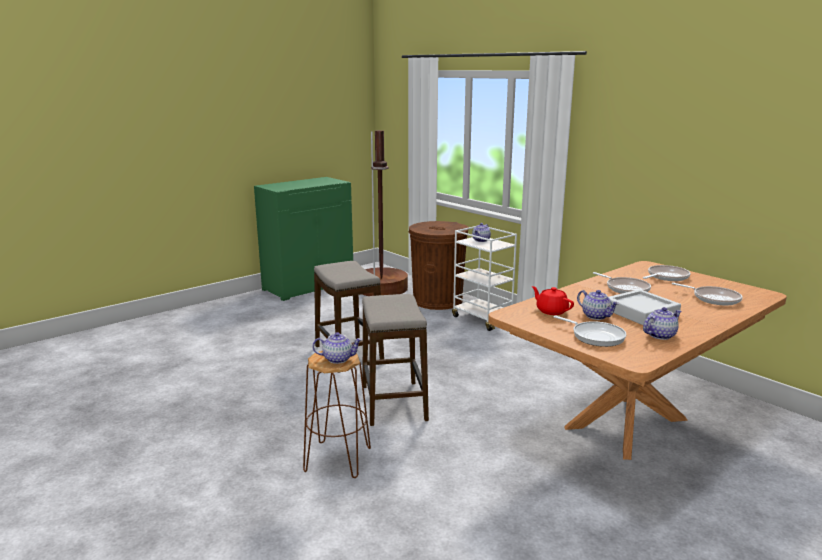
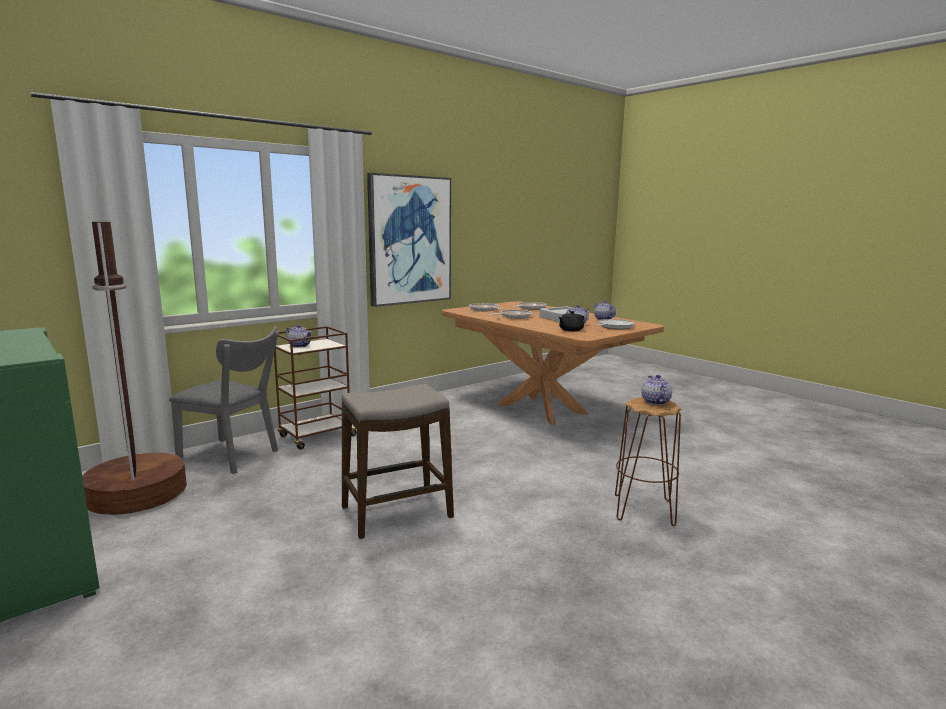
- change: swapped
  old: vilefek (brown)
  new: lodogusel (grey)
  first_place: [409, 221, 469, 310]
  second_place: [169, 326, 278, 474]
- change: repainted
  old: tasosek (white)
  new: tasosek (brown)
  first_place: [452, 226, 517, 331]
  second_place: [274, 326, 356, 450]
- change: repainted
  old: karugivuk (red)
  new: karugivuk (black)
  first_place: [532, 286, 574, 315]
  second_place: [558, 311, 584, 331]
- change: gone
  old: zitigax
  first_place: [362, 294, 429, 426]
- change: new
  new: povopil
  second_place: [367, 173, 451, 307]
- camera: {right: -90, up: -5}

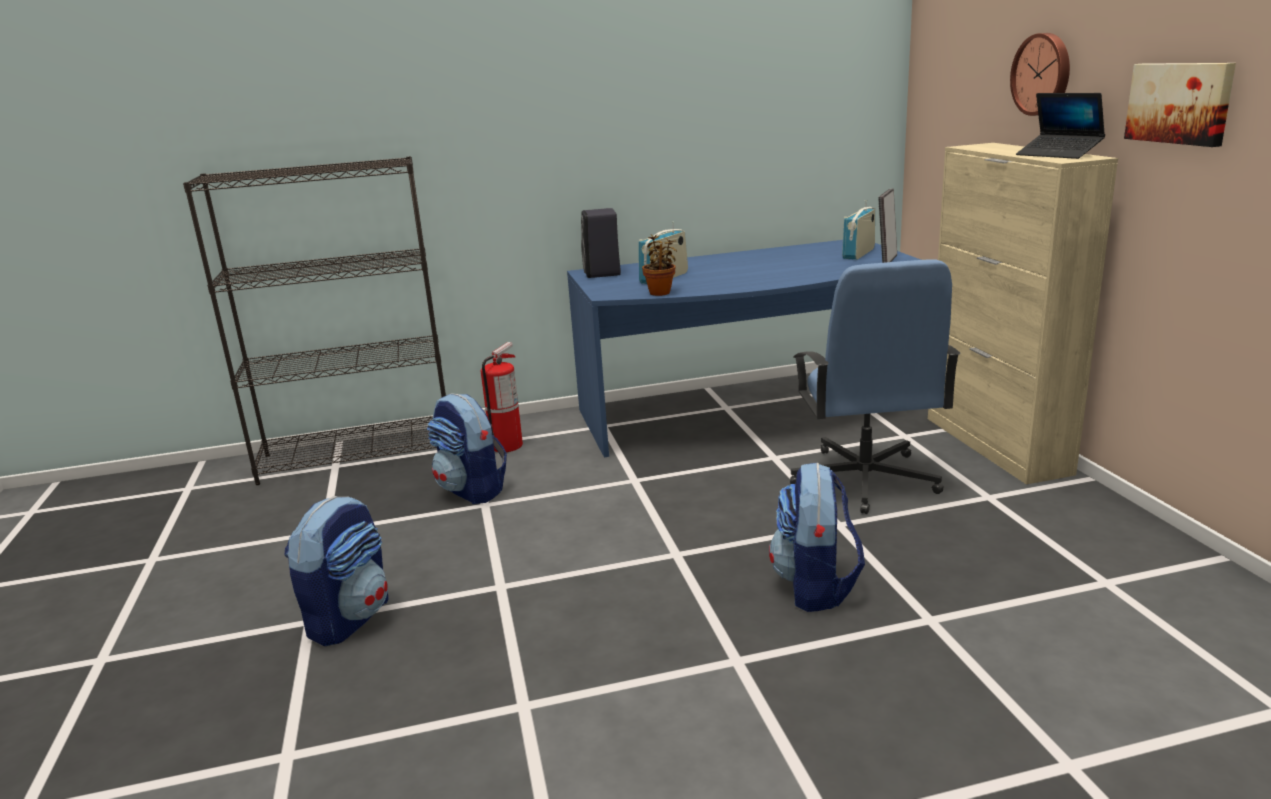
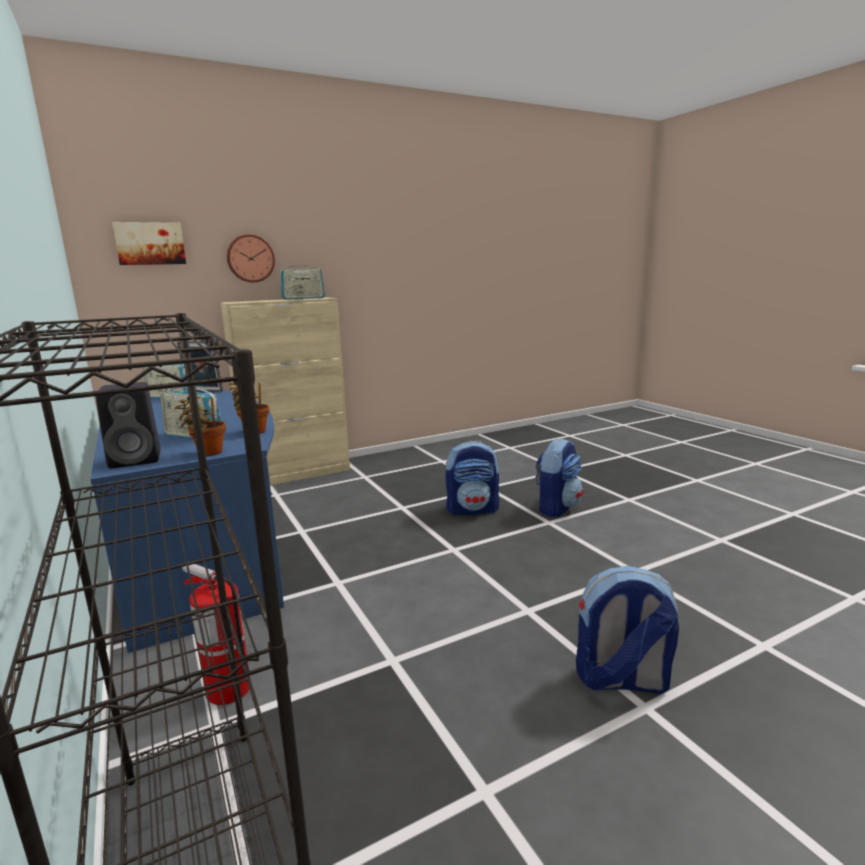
- change: shifted
  old: povopil
  first_place: [1124, 63, 1236, 147]
  second_place: [112, 222, 186, 265]
- change: swapped
  old: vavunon
  new: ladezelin
  first_place: [1016, 93, 1105, 159]
  second_place: [280, 262, 325, 300]
- change: gone
  old: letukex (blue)
  first_place: [790, 259, 960, 514]
- change: shifted
  old: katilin
  first_place: [427, 393, 507, 504]
  second_place: [535, 438, 583, 517]
- change: new
  new: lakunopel
  second_place: [174, 396, 226, 456]
- camera: {right: -105, up: -5}

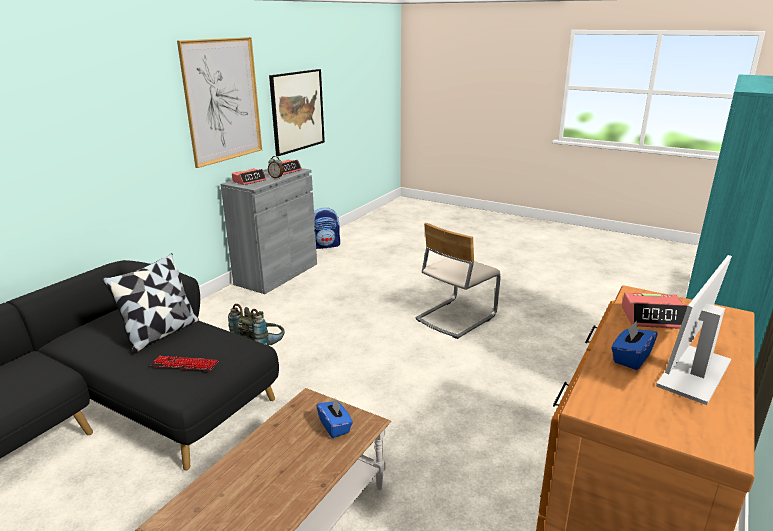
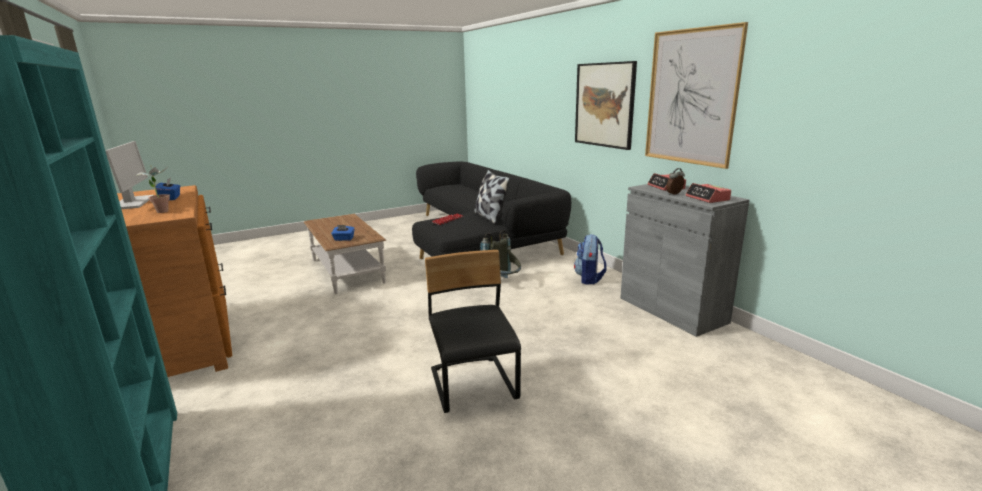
- change: shifted
  old: povopil
  first_place: [269, 69, 325, 156]
  second_place: [575, 61, 637, 150]
- change: shifted
  old: katilin
  first_place: [314, 207, 340, 249]
  second_place: [574, 234, 607, 285]
- change: repainted
  old: lodogusel (beige)
  new: lodogusel (black)
  first_place: [416, 223, 501, 339]
  second_place: [425, 250, 521, 413]
- change: swapped
  old: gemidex
  new: lakunopel
  first_place: [622, 292, 688, 329]
  second_place: [136, 165, 170, 213]
- camera: {right: 120, up: -5}

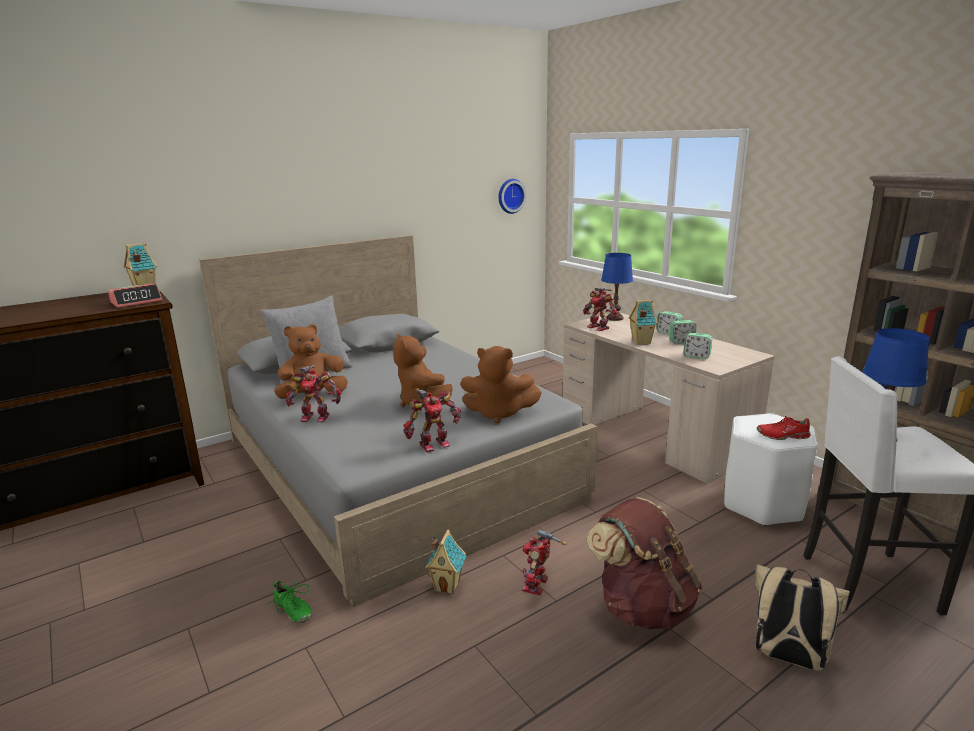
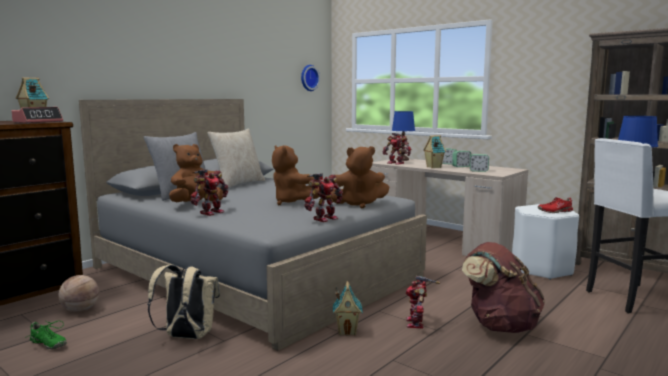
- change: rotated
  old: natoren
  first_place: [286, 365, 342, 422]
  second_place: [190, 169, 228, 216]
  degrees: -45
- change: shifted
  old: katilin (beige)
  first_place: [754, 565, 850, 671]
  second_place: [147, 265, 220, 339]
- change: shifted
  old: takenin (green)
  first_place: [267, 579, 312, 624]
  second_place: [25, 321, 67, 349]
- change: new
  new: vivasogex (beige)
  second_place: [207, 128, 265, 188]
- change: new
  new: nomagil
  second_place: [58, 275, 99, 312]
- camera: {right: -15, up: -10}

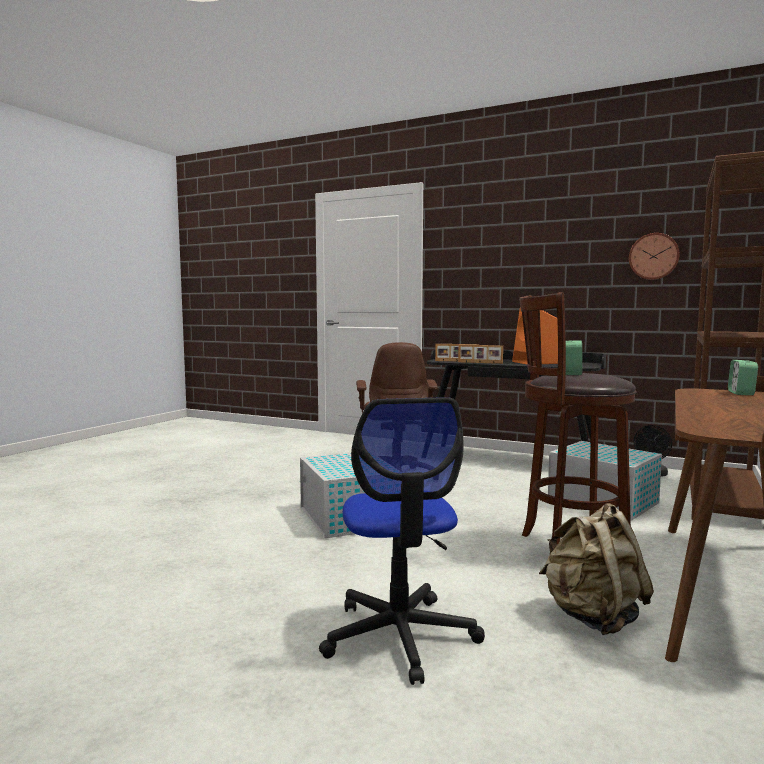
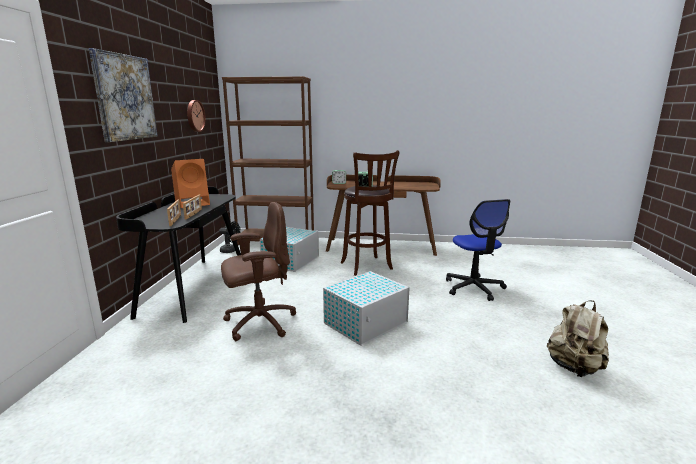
- change: rotated
  old: letukex
  first_place: [319, 397, 485, 685]
  second_place: [446, 199, 510, 301]
  degrees: 105
- change: shifted
  old: katilin (beige)
  first_place: [539, 503, 654, 635]
  second_place: [547, 300, 609, 377]
- change: new
  new: povopil
  second_place: [89, 48, 158, 142]
- camera: {right: -110, up: 10}

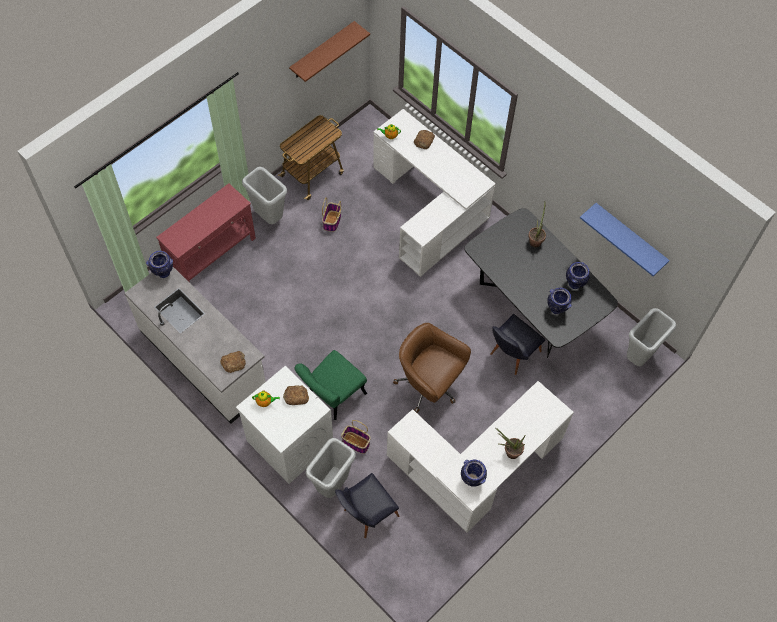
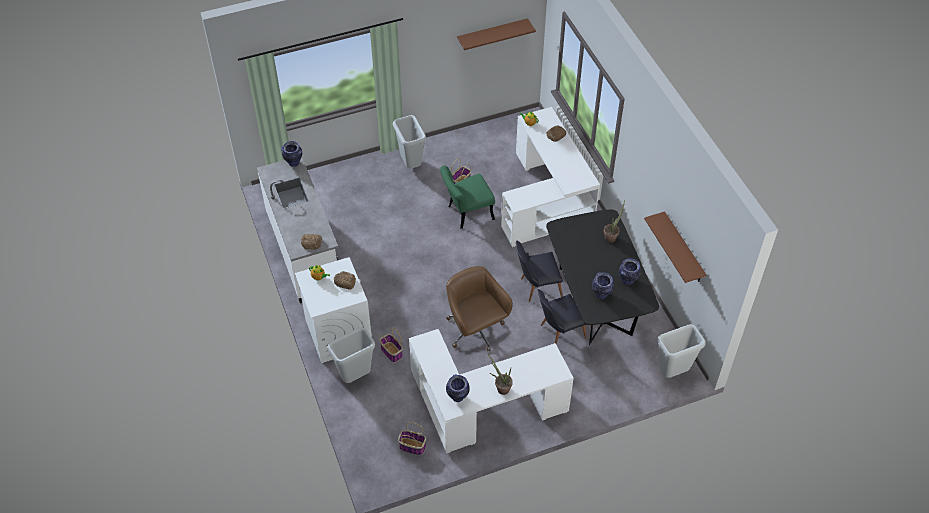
- change: gone
  old: tasosek
  first_place: [278, 115, 344, 200]
- change: gone
  old: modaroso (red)
  first_place: [156, 183, 256, 283]
- change: repainted
  old: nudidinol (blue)
  new: nudidinol (brown)
  first_place: [580, 203, 670, 276]
  second_place: [644, 211, 706, 283]
- change: shifted
  old: lodogusel (green)
  first_place: [295, 350, 367, 420]
  second_place: [440, 165, 495, 229]
- change: shifted
  old: lodogusel (black)
  first_place: [335, 473, 399, 538]
  second_place: [516, 241, 563, 302]
- change: new
  new: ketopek
  second_place: [398, 422, 426, 455]
- camera: {right: 25, up: -10}

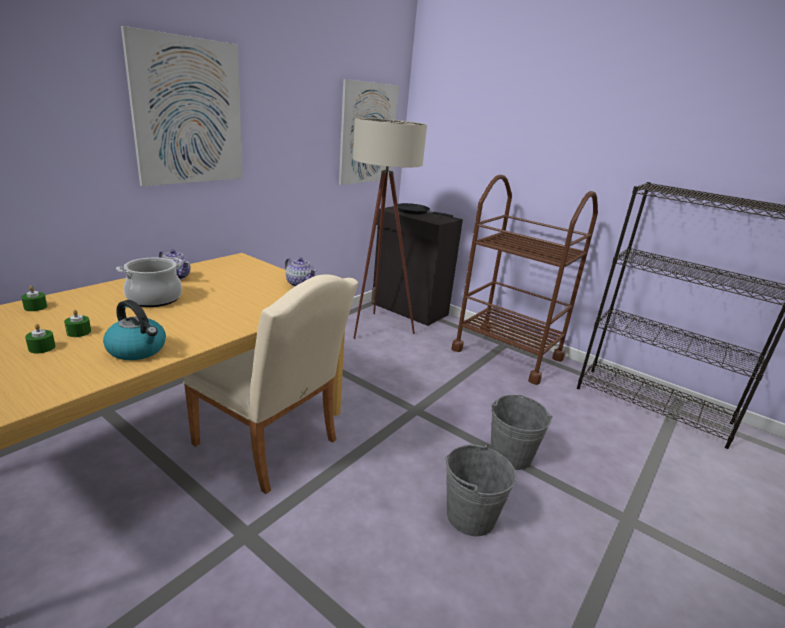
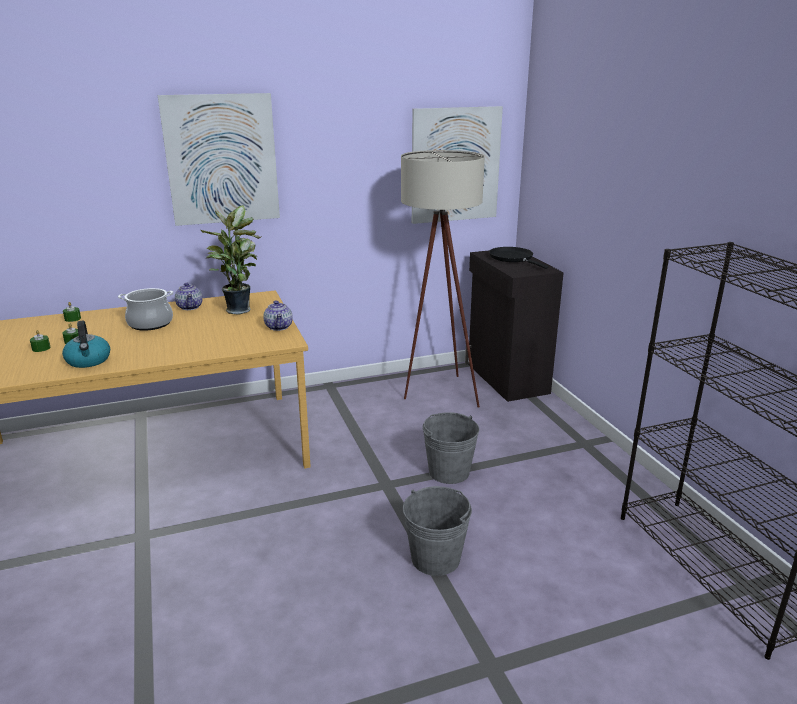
- change: gone
  old: tasosek (brown)
  first_place: [451, 175, 598, 385]
- change: gone
  old: lodogusel (beige)
  first_place: [183, 274, 358, 494]
- change: shifted
  old: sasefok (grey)
  first_place: [445, 444, 516, 536]
  second_place: [422, 412, 480, 484]
- change: new
  new: lakunopel
  second_place: [201, 205, 262, 315]
- camera: {right: 35, up: 0}

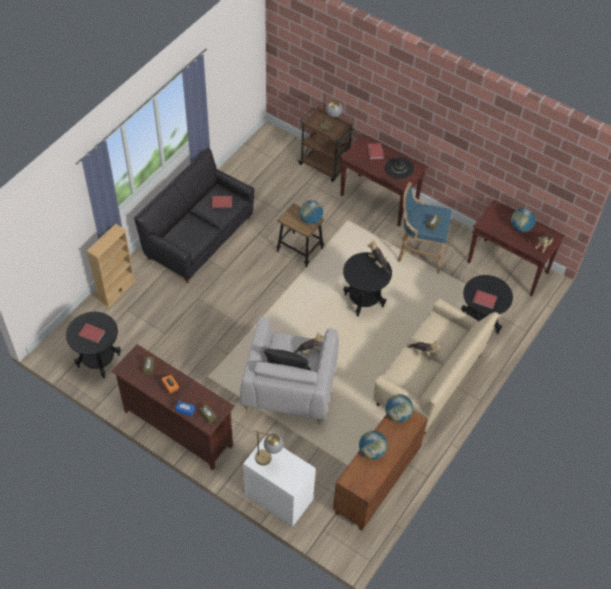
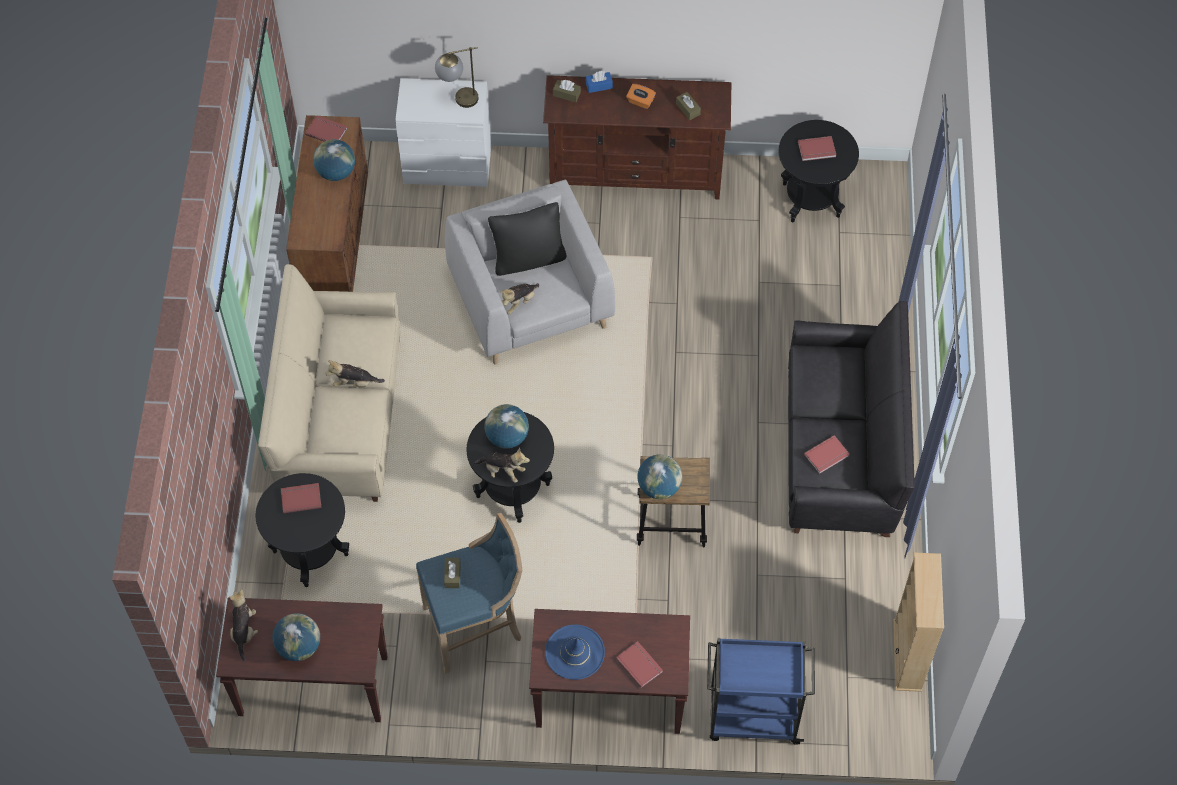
- change: gone
  old: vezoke
  first_place: [320, 93, 342, 131]
- change: repainted
  old: tasosek (brown)
  new: tasosek (blue)
  first_place: [298, 107, 355, 182]
  second_place: [707, 638, 815, 745]
- change: repainted
  old: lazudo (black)
  new: lazudo (blue)
  first_place: [385, 156, 414, 179]
  second_place: [545, 625, 605, 680]
- change: shifted
  old: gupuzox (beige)
  first_place: [86, 223, 136, 308]
  second_place: [893, 553, 944, 692]
- change: shifted
  old: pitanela
  first_place: [385, 394, 413, 422]
  second_place: [484, 404, 529, 448]
- change: new
  new: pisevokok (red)
  second_place: [305, 115, 348, 142]
- camera: {right: 150, up: 5}

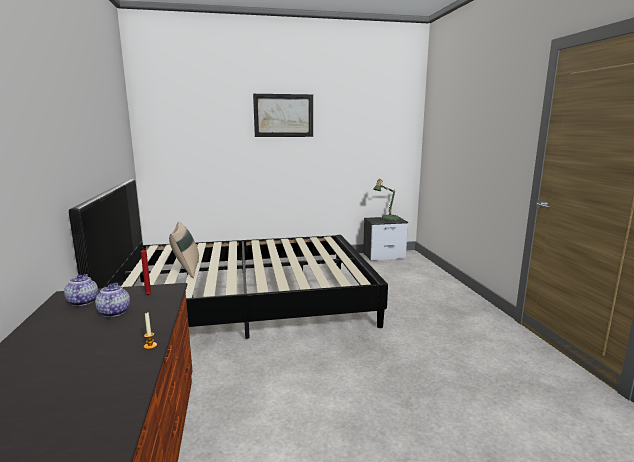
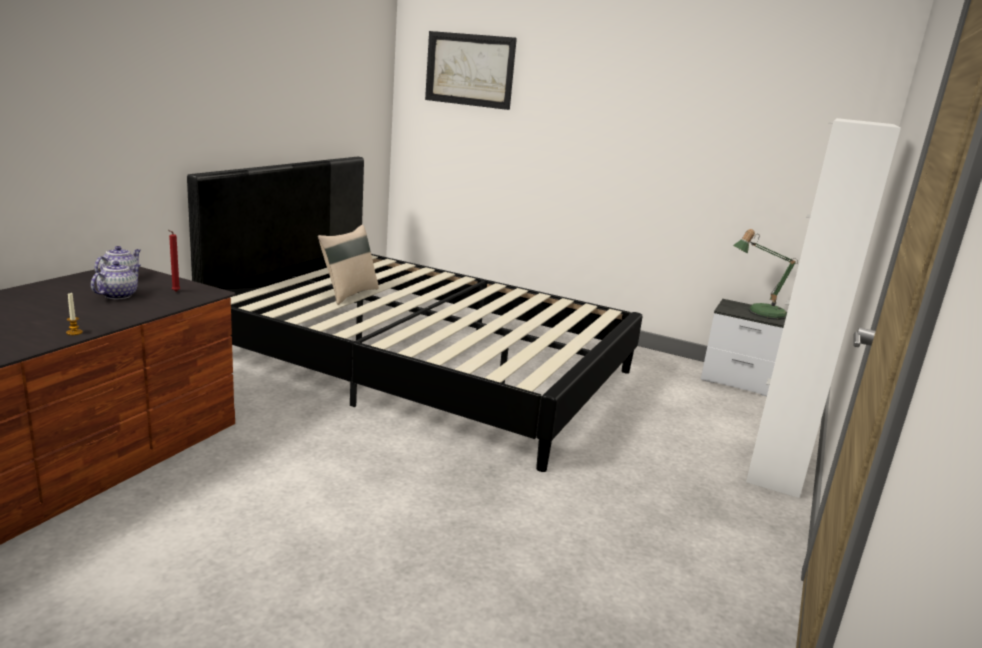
- change: shifted
  old: povopil
  first_place: [253, 94, 313, 137]
  second_place: [425, 31, 517, 110]
- change: new
  new: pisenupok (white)
  second_place: [746, 118, 901, 498]
- camera: {right: 35, up: 5}

